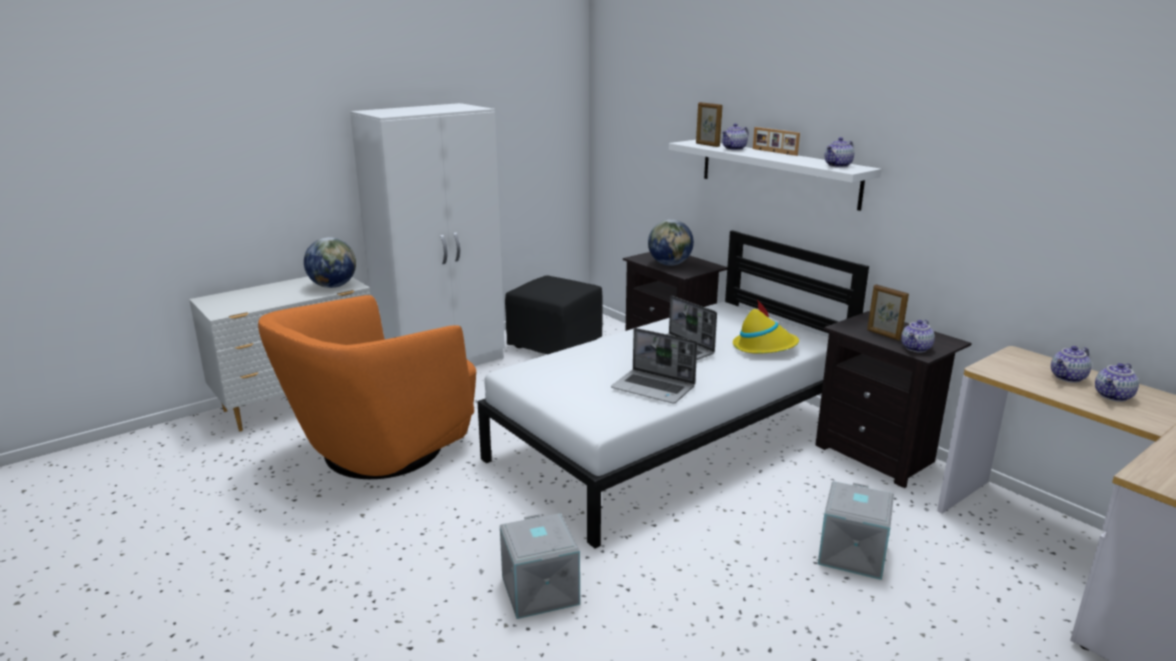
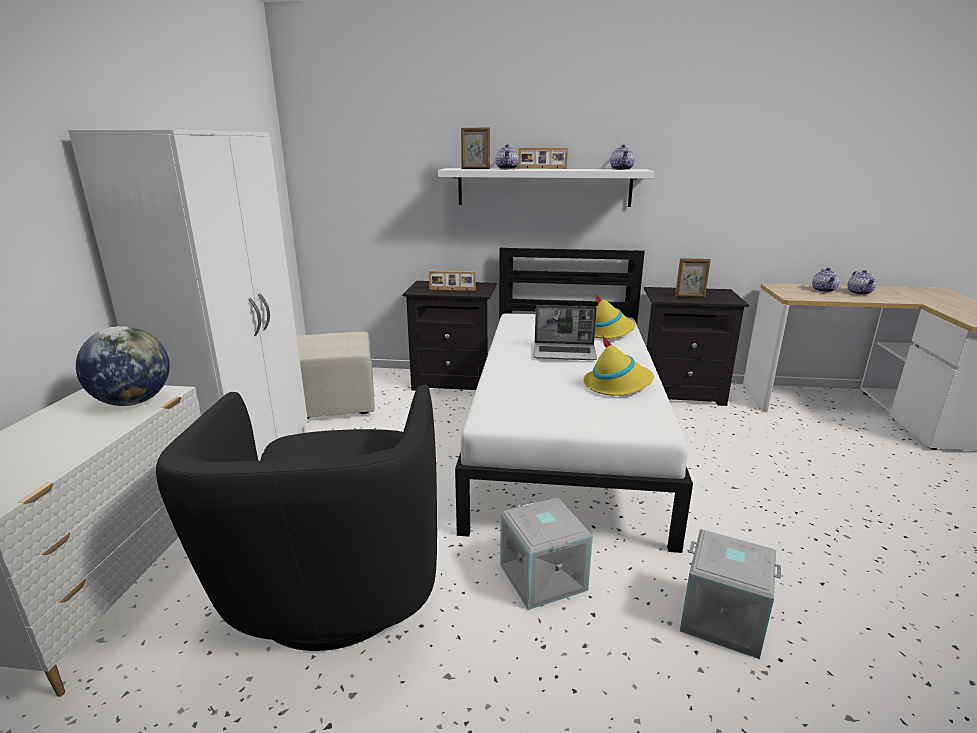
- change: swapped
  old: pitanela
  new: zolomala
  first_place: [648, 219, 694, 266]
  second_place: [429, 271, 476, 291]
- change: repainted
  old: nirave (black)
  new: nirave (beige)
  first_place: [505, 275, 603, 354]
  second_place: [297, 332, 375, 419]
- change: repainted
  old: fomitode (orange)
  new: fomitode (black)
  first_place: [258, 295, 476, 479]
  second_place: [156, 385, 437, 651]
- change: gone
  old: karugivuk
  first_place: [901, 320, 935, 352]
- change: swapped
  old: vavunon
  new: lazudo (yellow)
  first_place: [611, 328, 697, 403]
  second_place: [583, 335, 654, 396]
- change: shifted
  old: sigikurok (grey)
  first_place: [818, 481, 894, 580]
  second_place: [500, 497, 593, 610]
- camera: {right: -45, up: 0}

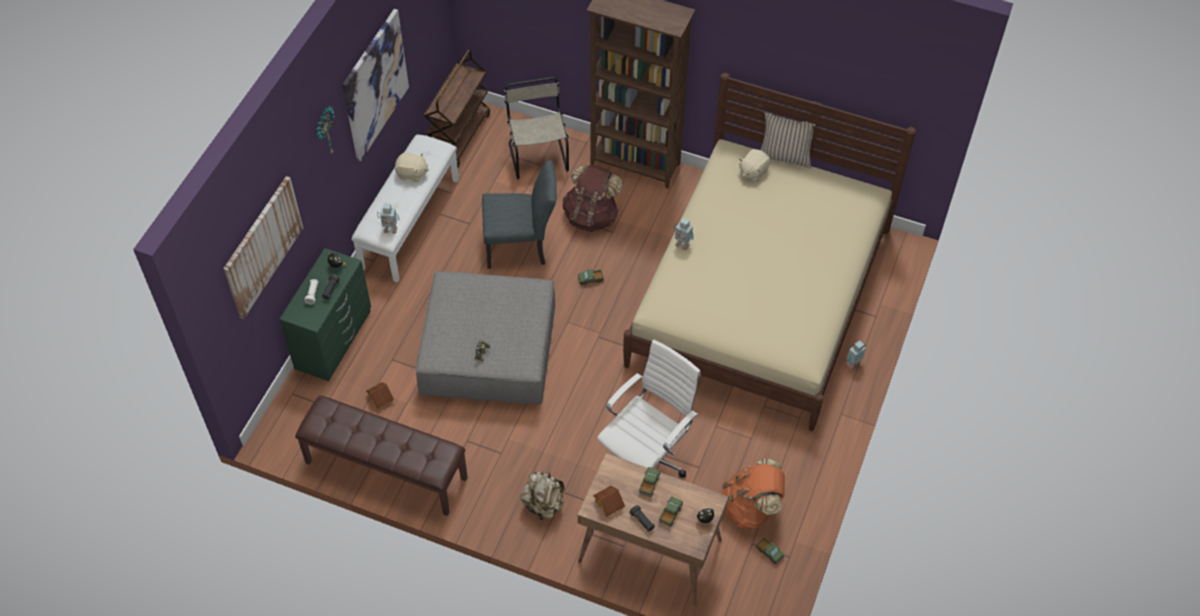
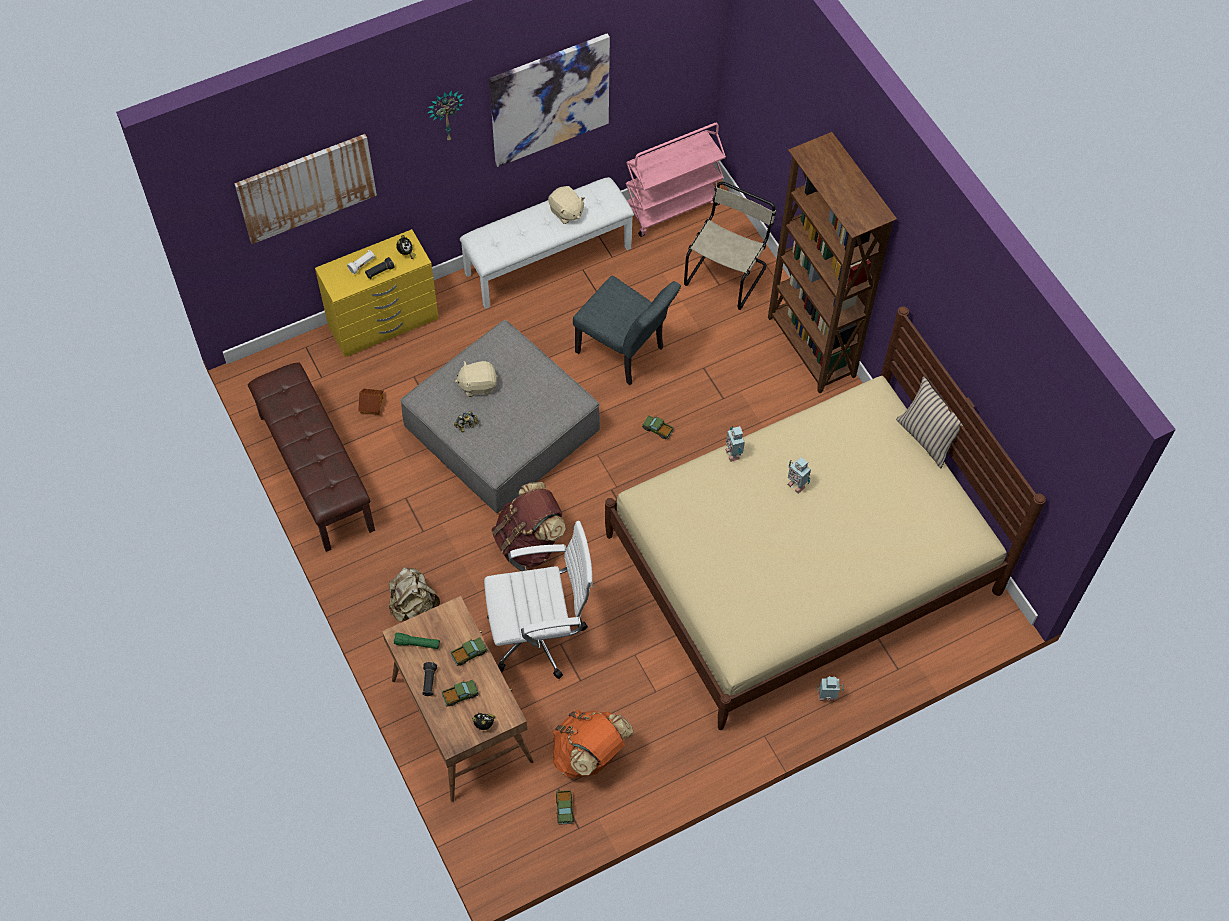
- change: repainted
  old: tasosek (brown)
  new: tasosek (pink)
  first_place: [424, 49, 490, 168]
  second_place: [626, 123, 726, 237]
- change: shifted
  old: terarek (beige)
  first_place: [739, 149, 771, 182]
  second_place: [455, 361, 498, 397]
- change: shifted
  old: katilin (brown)
  first_place: [562, 164, 623, 232]
  second_place: [491, 482, 566, 568]
- change: shifted
  old: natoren
  first_place: [377, 204, 399, 234]
  second_place: [787, 457, 811, 494]
- change: repainted
  old: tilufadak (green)
  new: tilufadak (yellow)
  first_place: [279, 248, 371, 381]
  second_place: [315, 229, 438, 357]
- change: swapped
  old: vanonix
  new: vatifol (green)
  first_place: [593, 486, 625, 517]
  second_place: [394, 633, 440, 649]
- camera: {right: 40, up: 5}

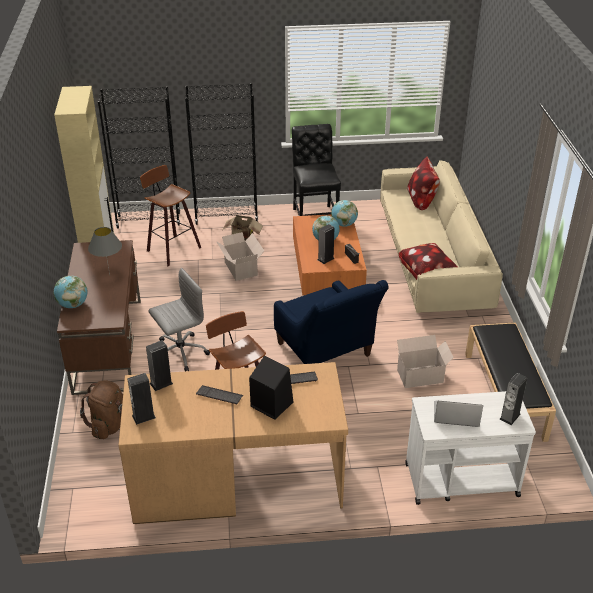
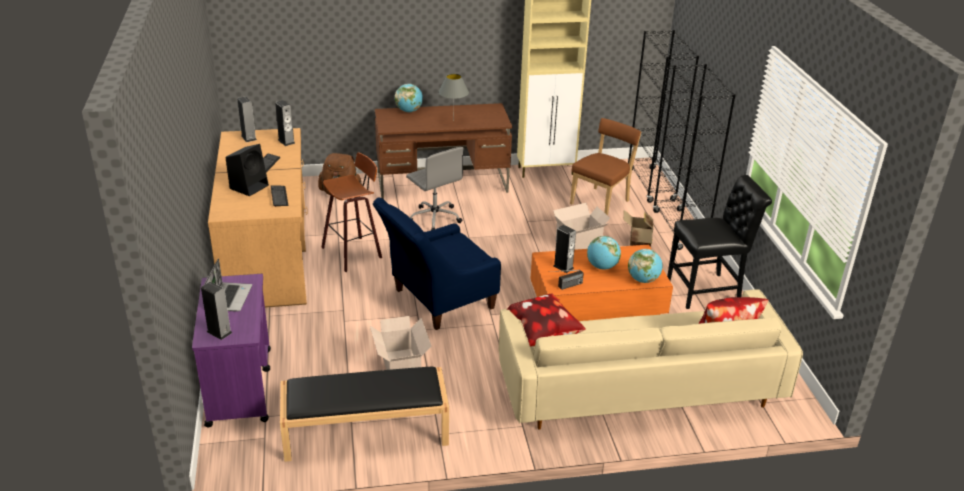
- change: swapped
  old: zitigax
  new: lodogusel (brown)
  first_place: [140, 165, 201, 266]
  second_place: [570, 118, 641, 215]
- change: repainted
  old: tasosek (white)
  new: tasosek (purple)
  first_place: [405, 391, 536, 505]
  second_place: [192, 274, 271, 427]
- camera: {right: 85, up: -5}

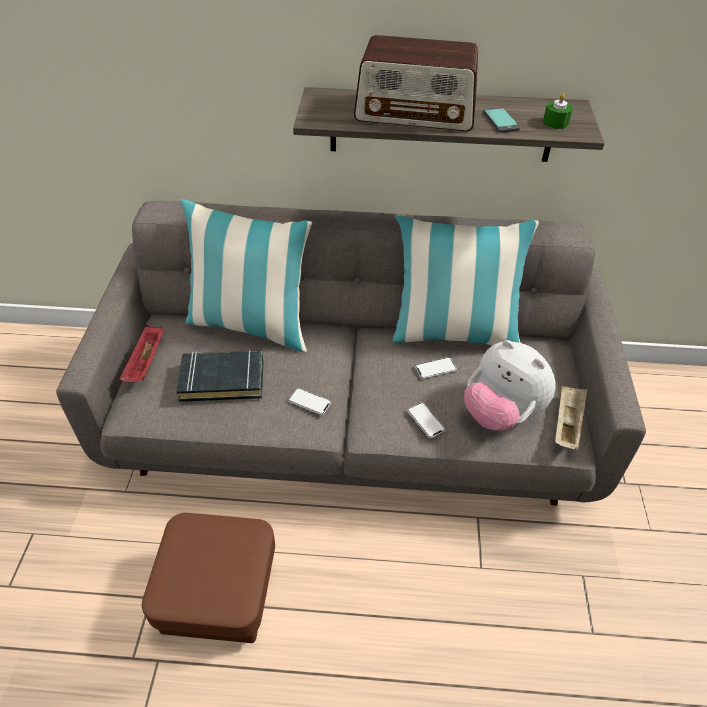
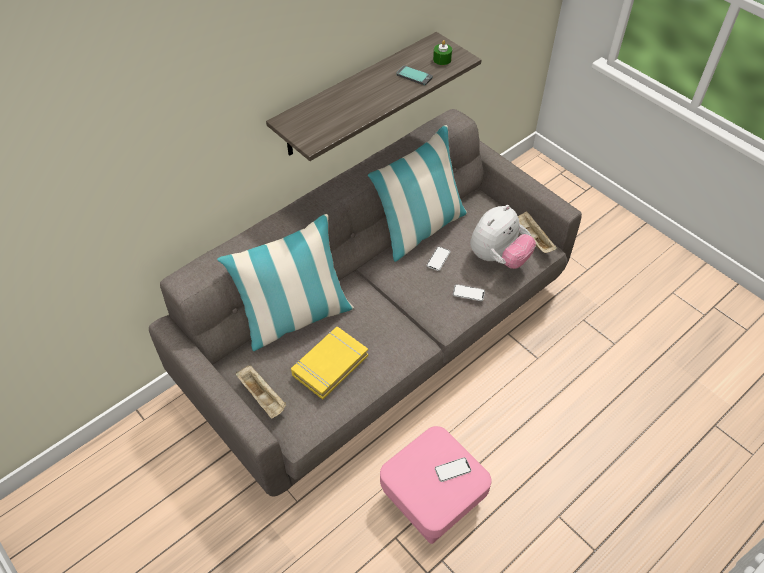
- change: gone
  old: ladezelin
  first_place: [354, 35, 478, 131]
- change: repainted
  old: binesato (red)
  new: binesato (beige)
  first_place: [120, 325, 164, 382]
  second_place: [236, 365, 286, 419]
- change: rotated
  old: terarek
  first_place: [464, 340, 556, 431]
  second_place: [470, 205, 536, 269]
  degrees: -45
- change: repainted
  old: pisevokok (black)
  new: pisevokok (yellow)
  first_place: [176, 349, 263, 402]
  second_place: [291, 327, 368, 400]
- change: shifted
  old: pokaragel
  first_place: [288, 388, 331, 415]
  second_place: [435, 457, 471, 482]
- change: repainted
  old: nirave (brown)
  new: nirave (pink)
  first_place: [142, 513, 275, 643]
  second_place: [380, 426, 492, 544]
- camera: {right: -45, up: 5}

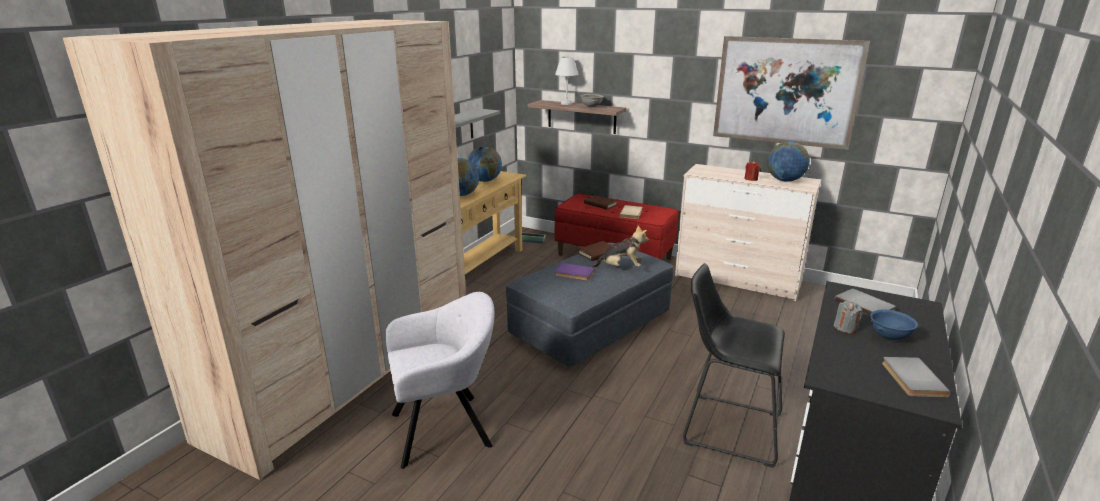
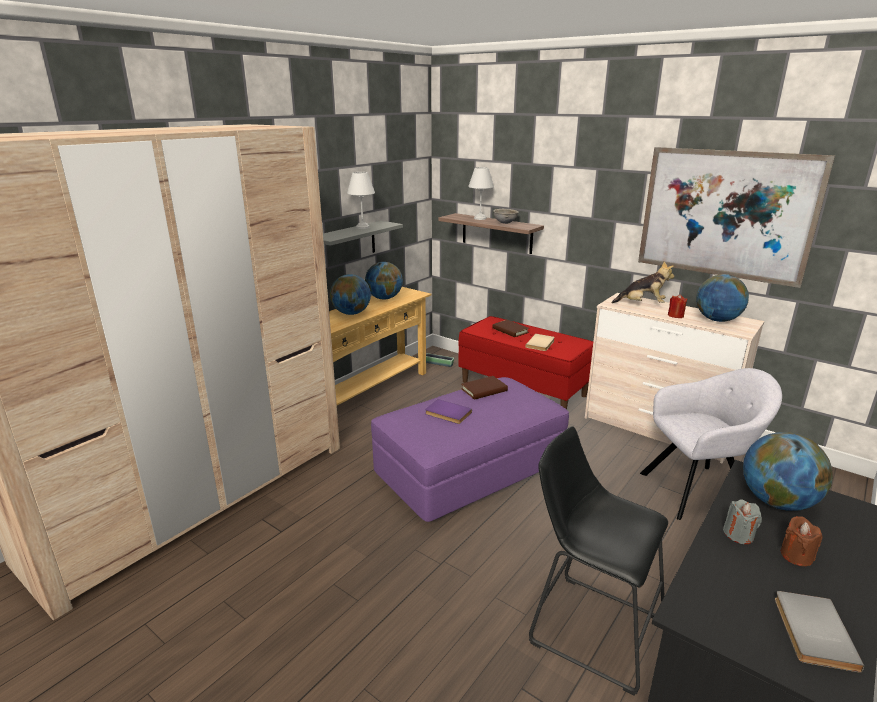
- change: shifted
  old: terarek
  first_place: [592, 226, 649, 268]
  second_place: [612, 261, 674, 303]
- change: repainted
  old: nirave (grey)
  new: nirave (purple)
  first_place: [506, 243, 673, 366]
  second_place: [371, 377, 569, 522]
- change: swapped
  old: pisevokok (grey)
  new: pitanela
  first_place: [834, 289, 896, 316]
  second_place: [743, 432, 833, 511]
- change: shifted
  old: fomitode (grey)
  first_place: [385, 292, 495, 469]
  second_place: [640, 368, 782, 520]
- change: swapped
  old: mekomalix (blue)
  new: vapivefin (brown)
  first_place: [870, 309, 918, 340]
  second_place: [781, 516, 823, 566]
- change: new
  new: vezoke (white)
  second_place: [347, 172, 375, 229]
- camera: {right: 10, up: 0}

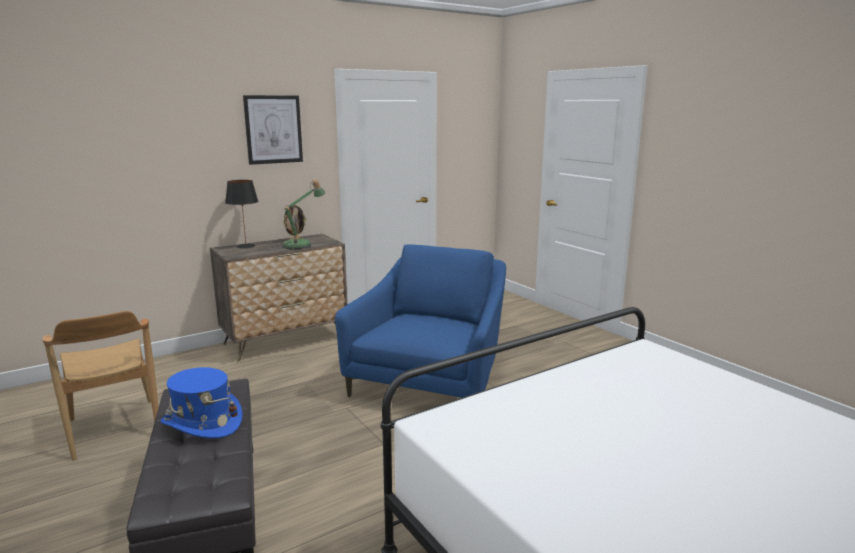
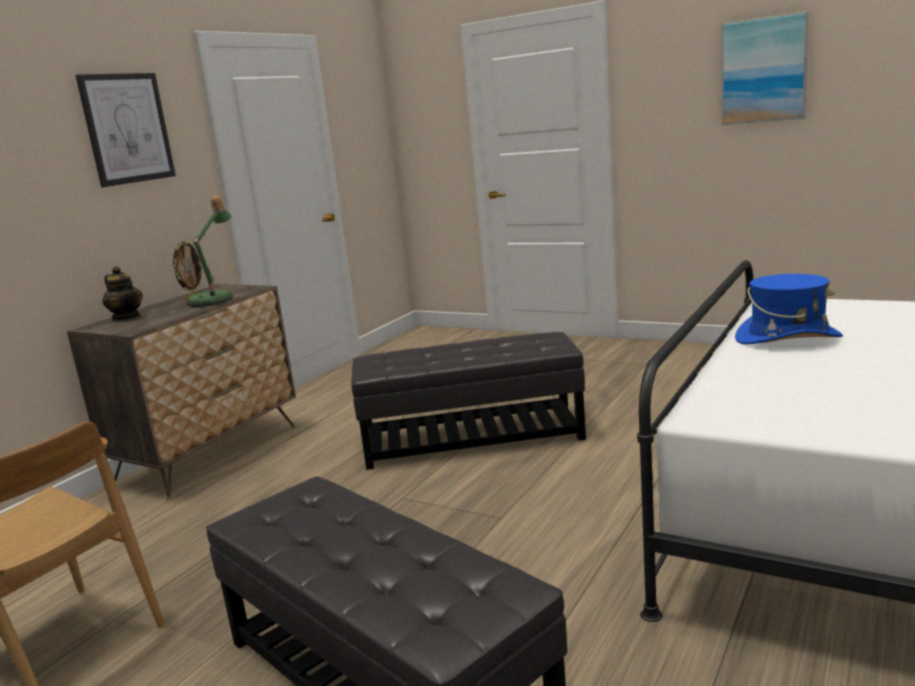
- change: swapped
  old: vezoke (black)
  new: karugivuk
  first_place: [225, 180, 258, 248]
  second_place: [102, 266, 143, 320]
- change: swapped
  old: fomitode (blue)
  new: nirave (black)
  first_place: [335, 244, 506, 398]
  second_place: [351, 332, 586, 470]
- change: shifted
  old: lazudo (blue)
  first_place: [160, 367, 242, 438]
  second_place: [735, 274, 843, 345]
- change: new
  new: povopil
  second_place: [721, 11, 808, 125]
- camera: {right: -25, up: 0}

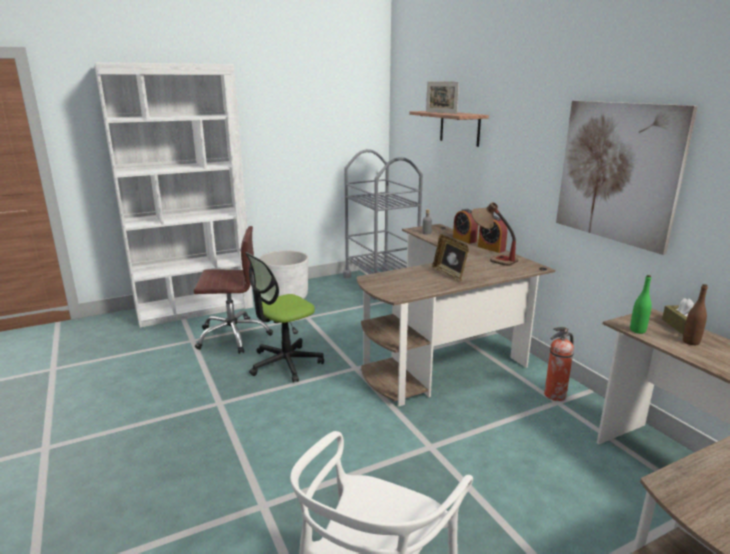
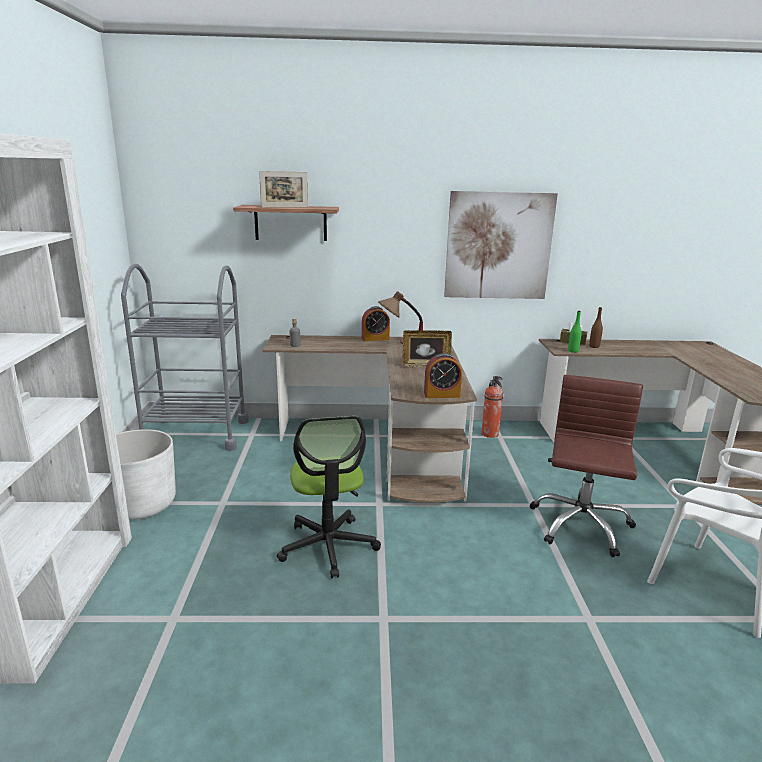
- change: shifted
  old: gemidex
  first_place: [453, 209, 478, 244]
  second_place: [424, 353, 462, 398]
- change: shifted
  old: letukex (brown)
  first_place: [194, 226, 273, 354]
  second_place: [530, 375, 643, 557]
- camera: {right: -65, up: 0}

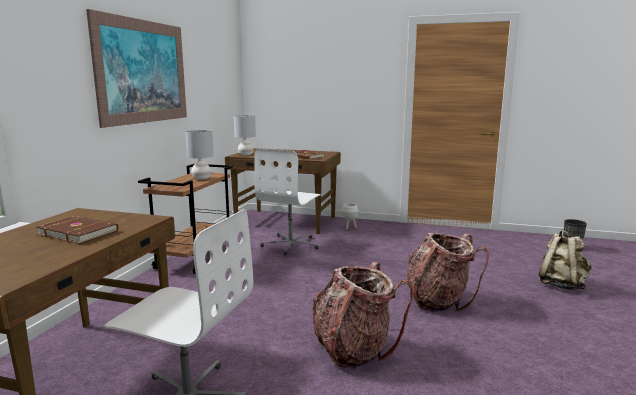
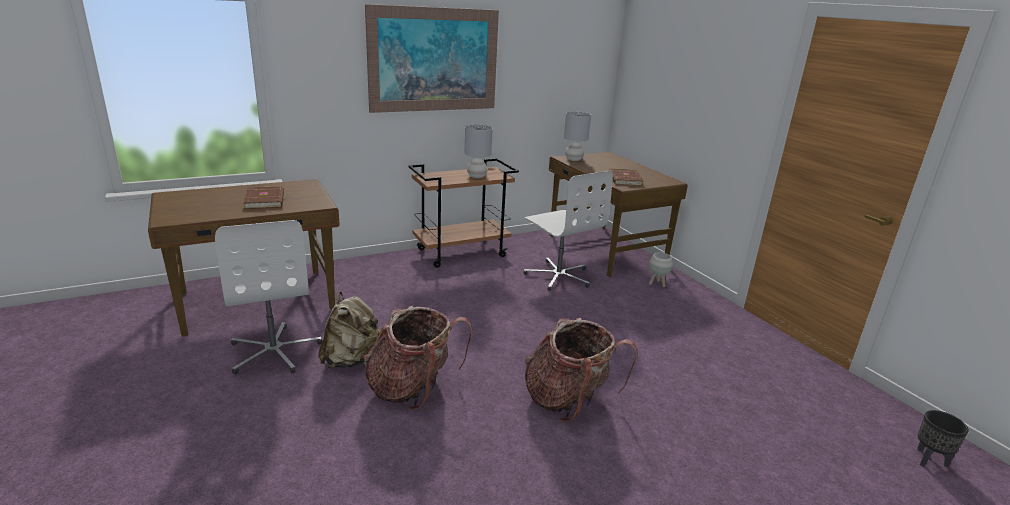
- change: rotated
  old: letukex (white)
  first_place: [254, 149, 321, 255]
  second_place: [523, 170, 613, 291]
  degrees: -105
- change: shifted
  old: katilin (beige)
  first_place: [539, 230, 592, 290]
  second_place: [318, 292, 381, 368]
- camera: {right: 45, up: 10}

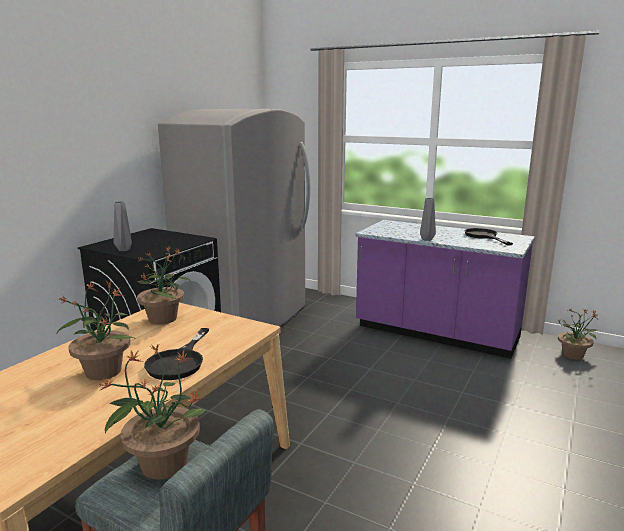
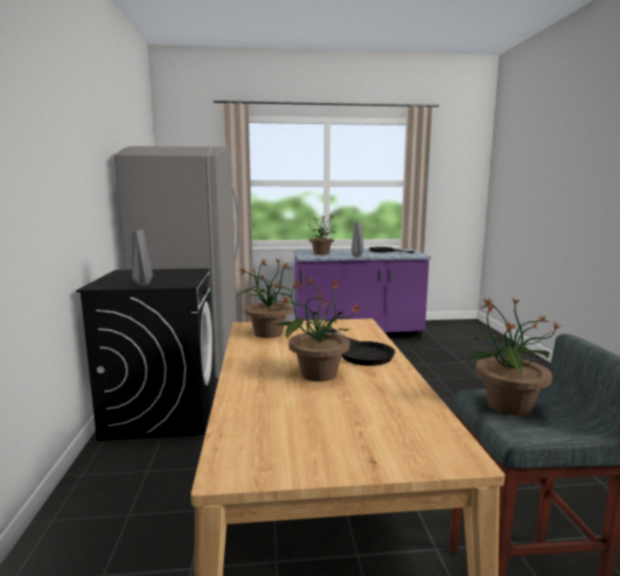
- change: shifted
  old: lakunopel
  first_place: [557, 309, 598, 360]
  second_place: [307, 215, 336, 255]
- camera: {right: -35, up: -5}

